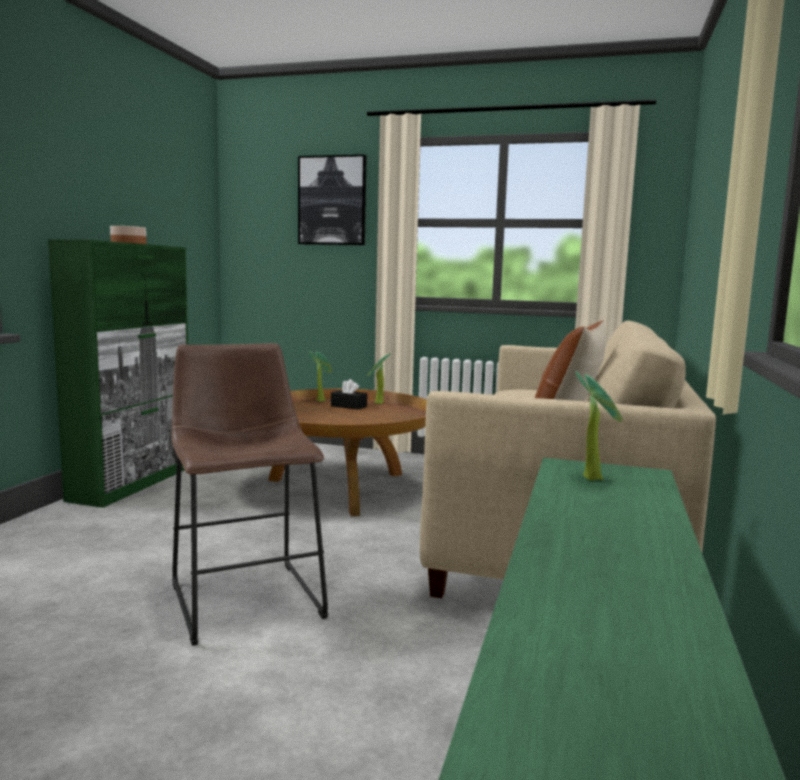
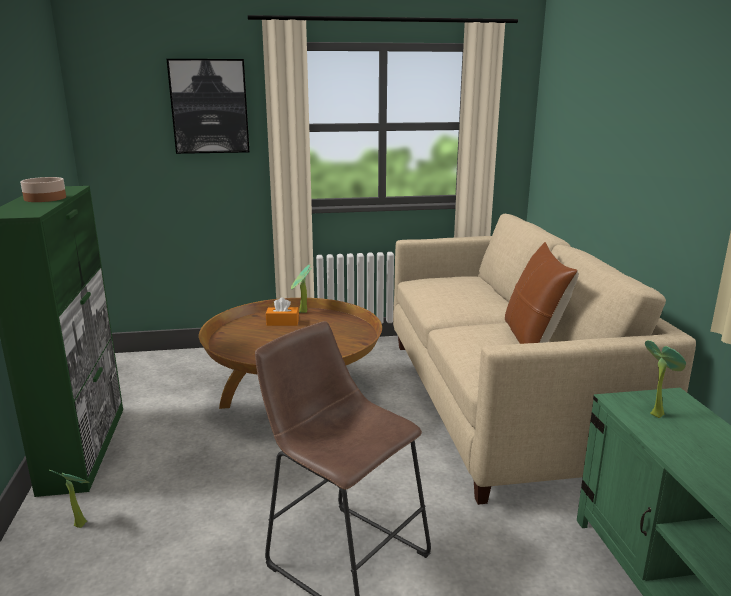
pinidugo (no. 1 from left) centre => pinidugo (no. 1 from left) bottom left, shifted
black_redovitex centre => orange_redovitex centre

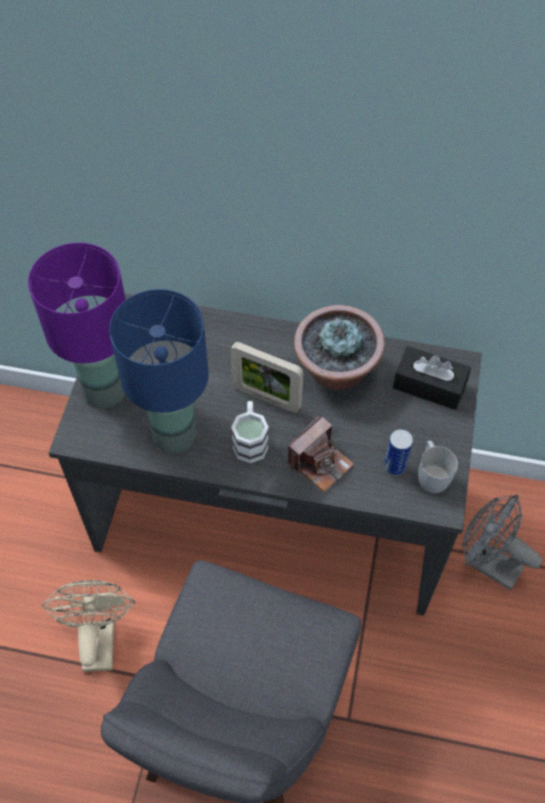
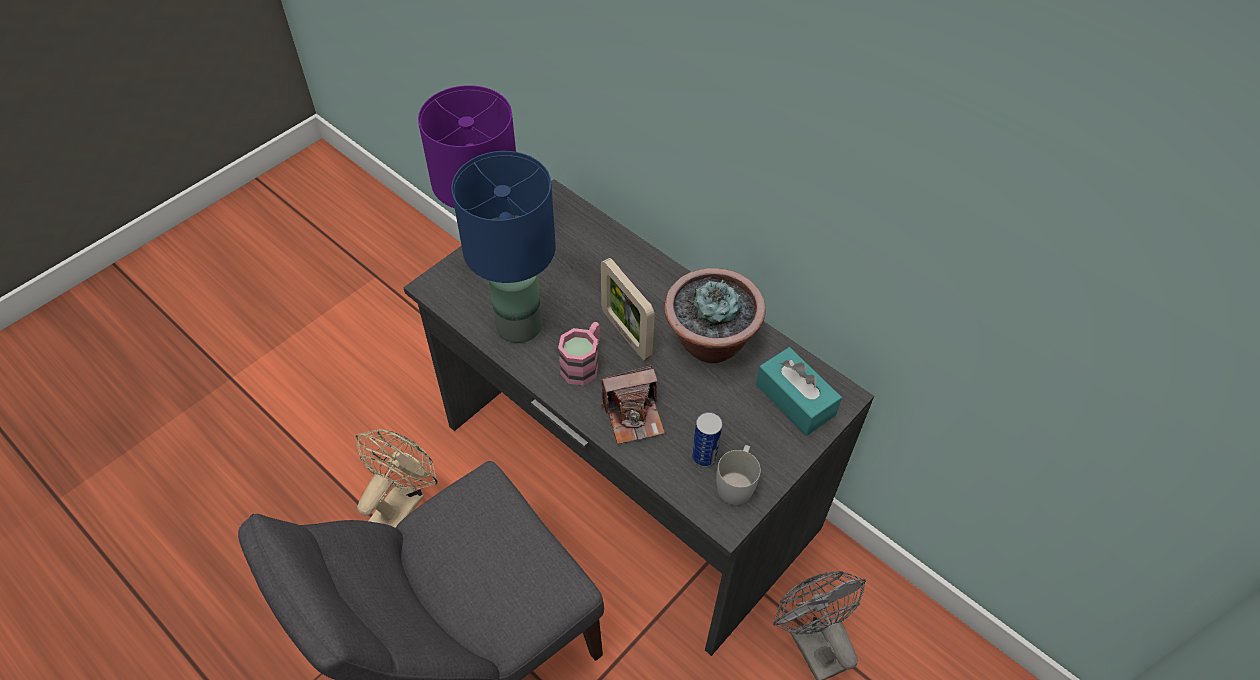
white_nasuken (no. 1 from left) centre => pink_nasuken centre
black_redovitex middle right => turquoise_redovitex centre

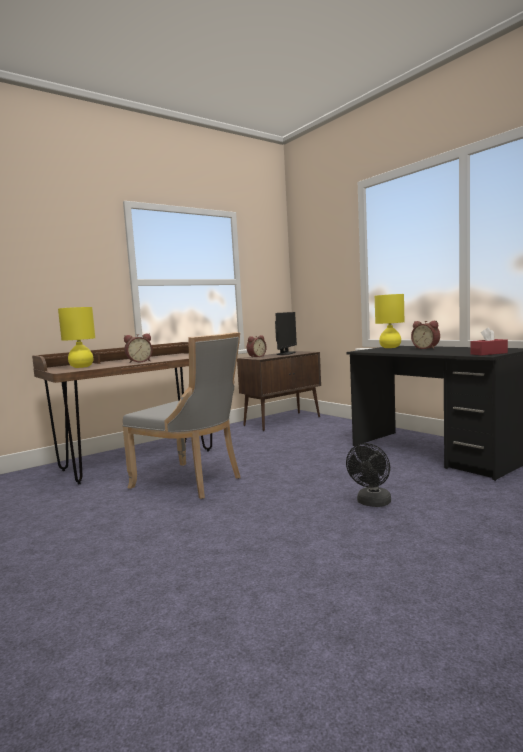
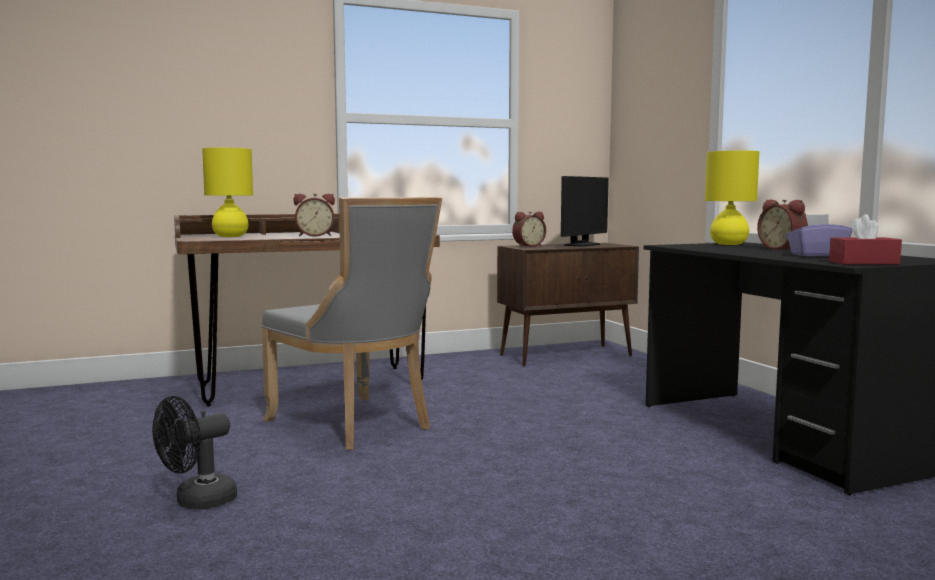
nothing => purple_redovitex middle right
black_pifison middle right => black_pifison bottom left, shifted

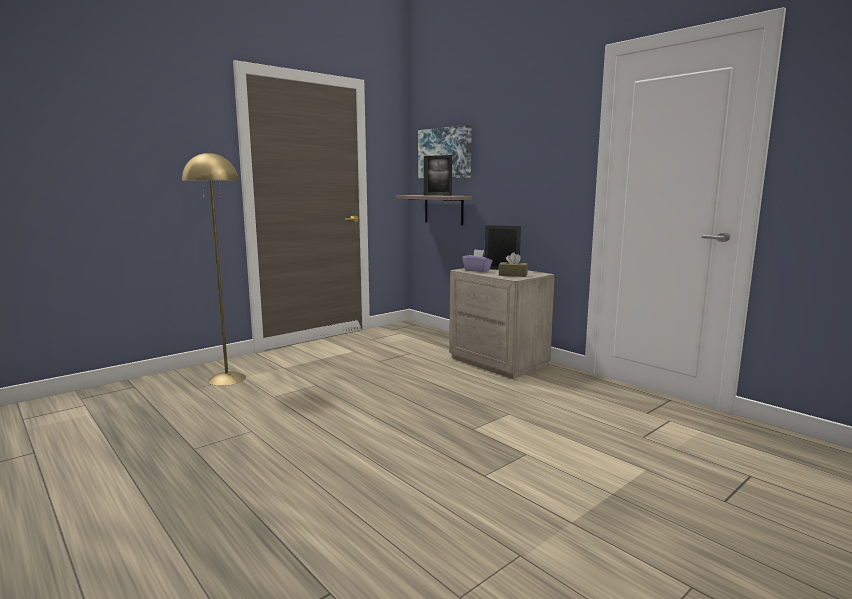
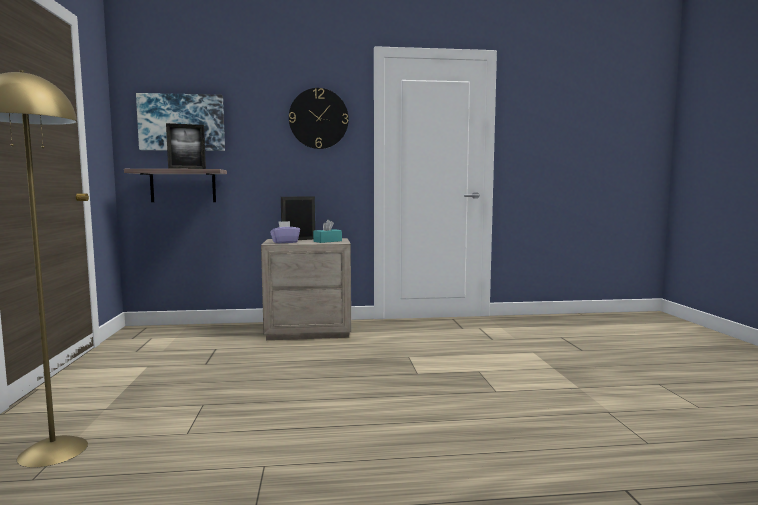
nothing => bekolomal top centre
brown_redovitex centre => turquoise_redovitex centre

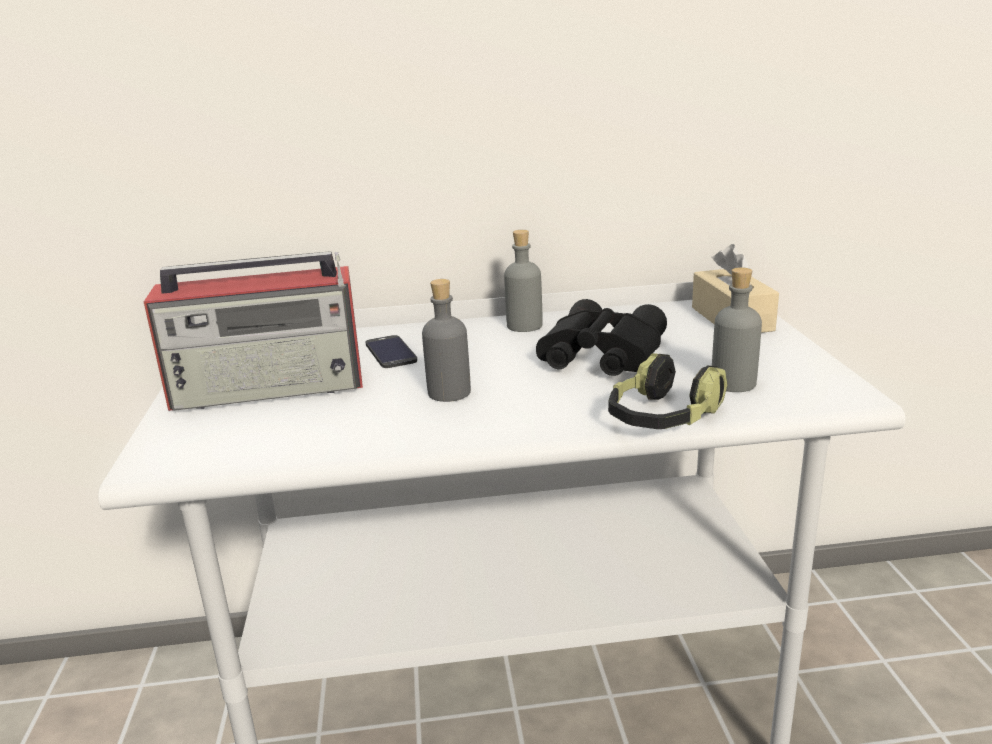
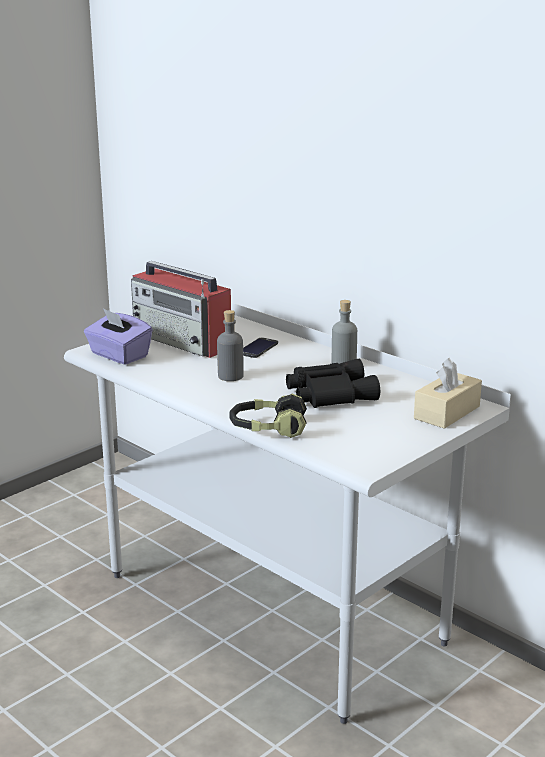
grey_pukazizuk (no. 3 from left) middle right => nothing
nothing => purple_redovitex middle left

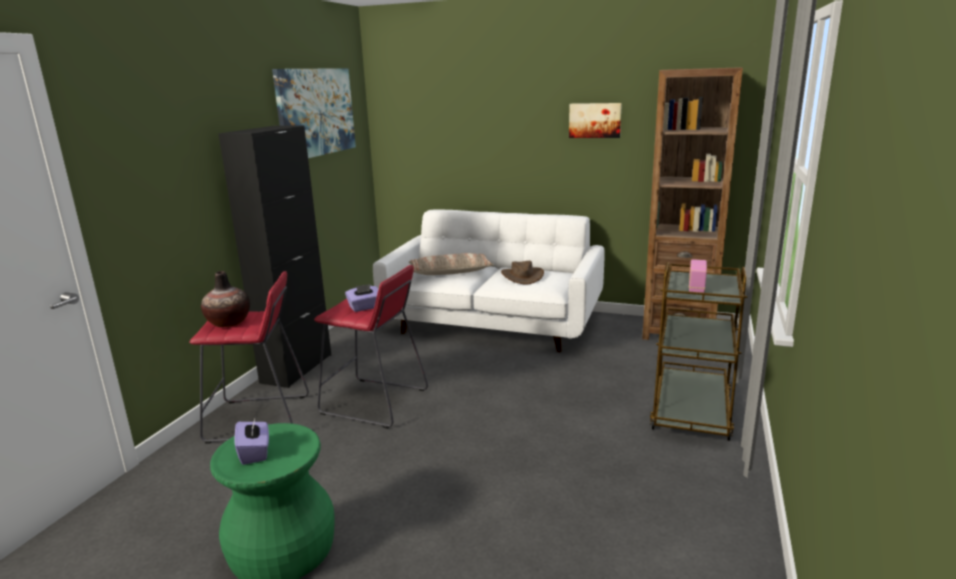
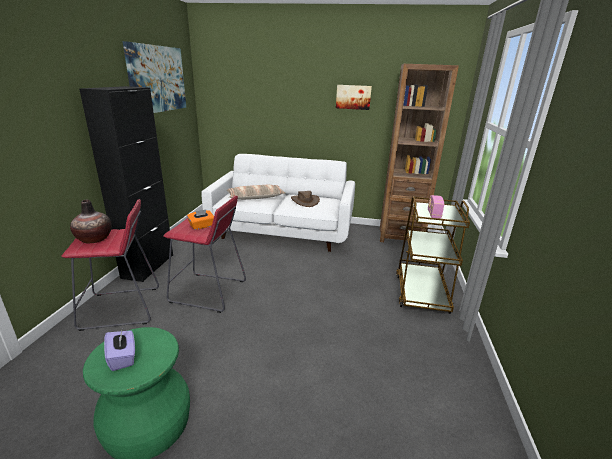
purple_redovitex (no. 2 from left) centre => orange_redovitex middle left

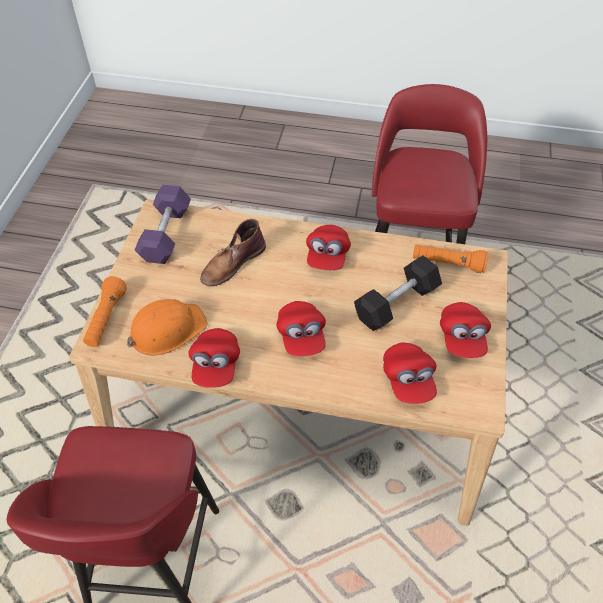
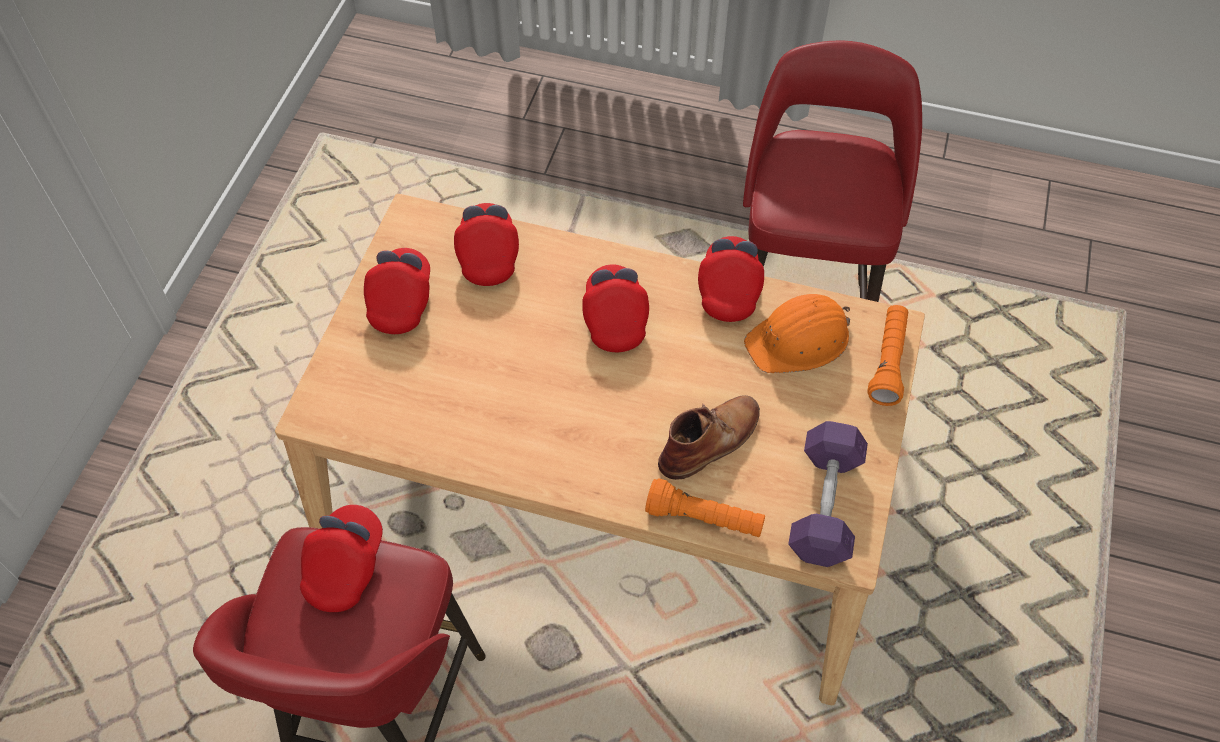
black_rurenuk centre => nothing
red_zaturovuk (no. 3 from left in the first image) centre => red_zaturovuk (no. 1 from left) bottom left, shifted
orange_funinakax (no. 2 from left in the first image) middle right => orange_funinakax (no. 1 from left) bottom centre, shifted

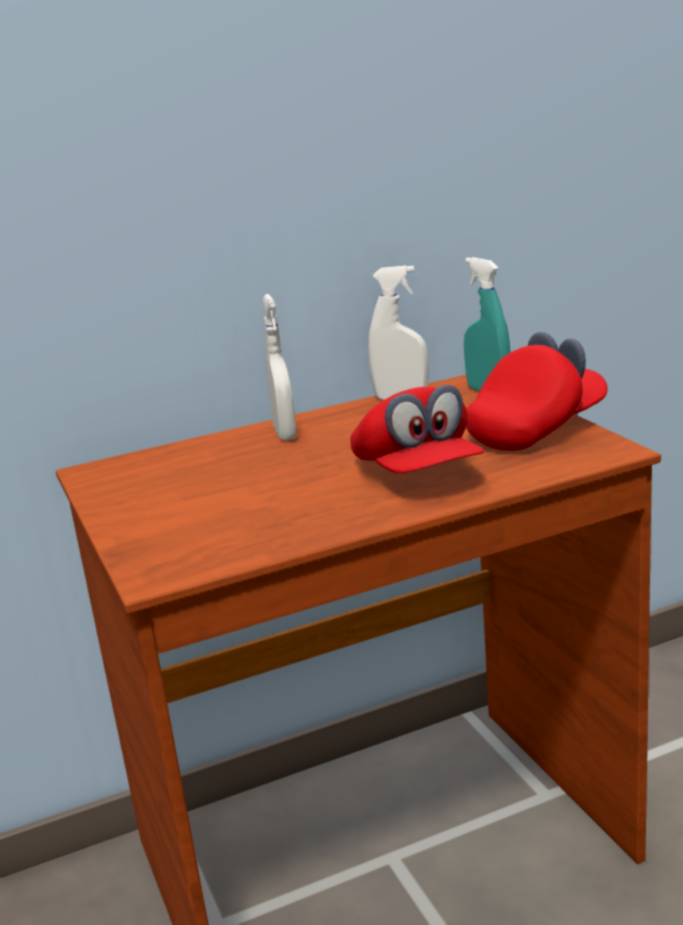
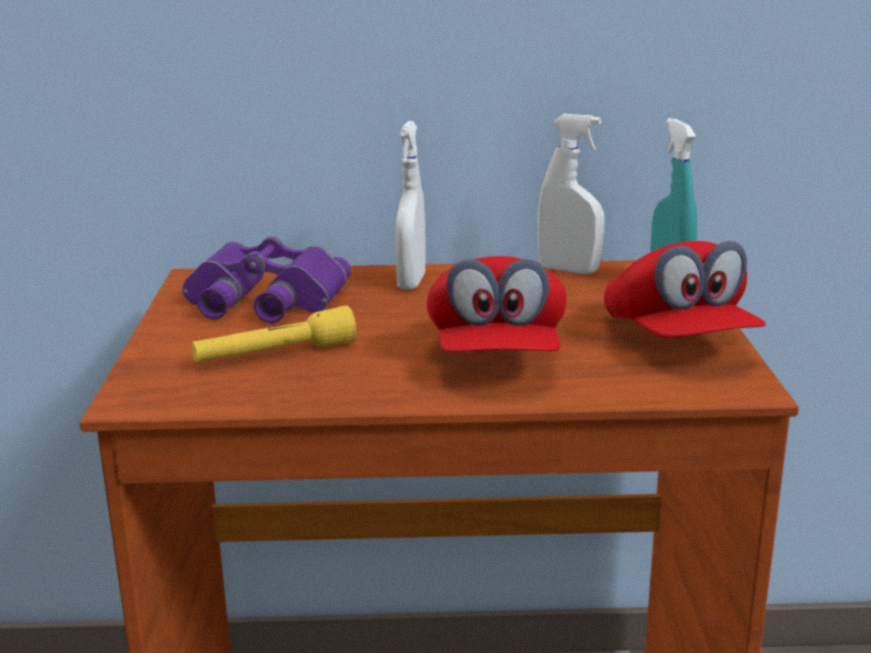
nothing => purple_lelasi middle left
nothing => yellow_funinakax middle left
red_zaturovuk (no. 2 from left) middle right, 90 degrees clockwise

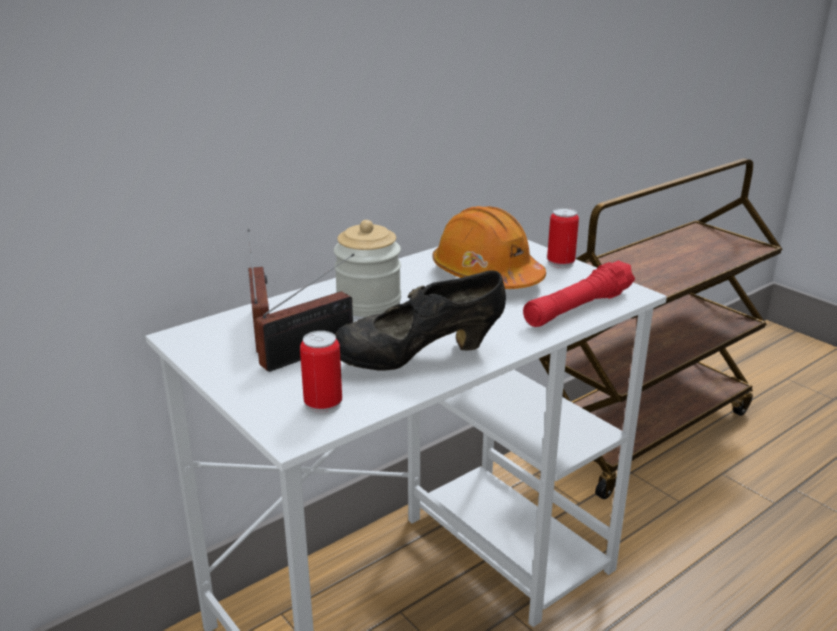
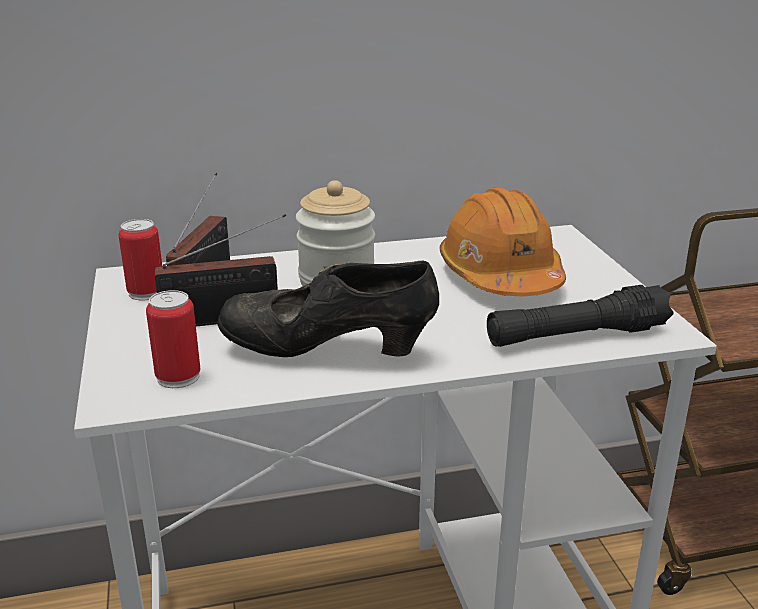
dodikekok (no. 2 from left in the first image) middle right => dodikekok (no. 1 from left) middle left, shifted
red_funinakax middle right => black_funinakax middle right

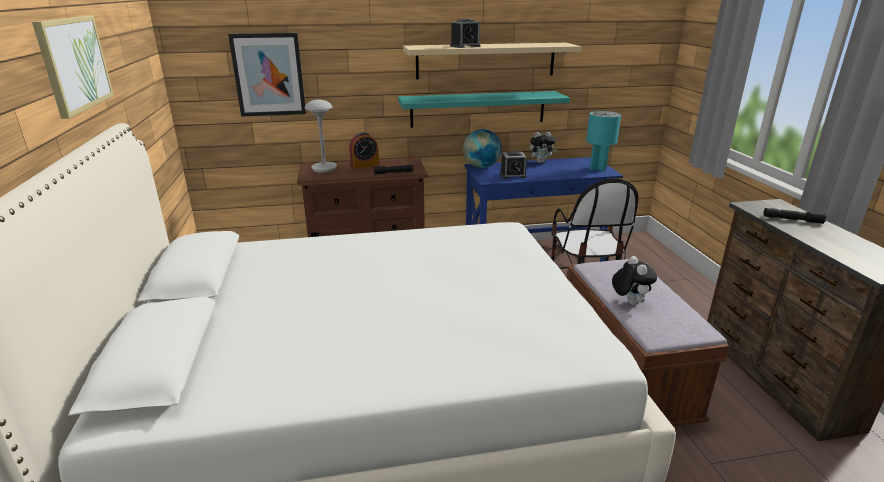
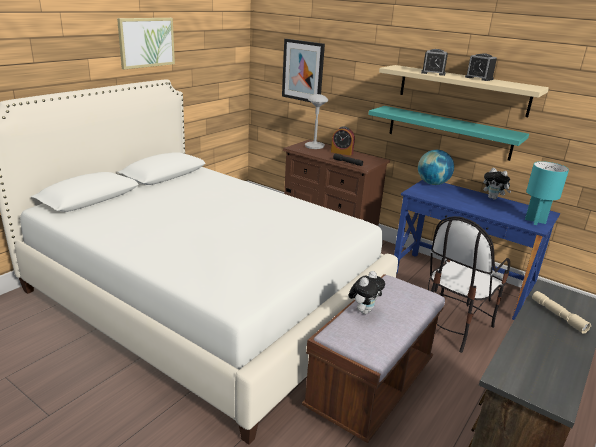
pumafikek (no. 3 from left) centre => pumafikek (no. 3 from left) top right, shifted
black_funinakax (no. 2 from left) middle right => beige_funinakax bottom right

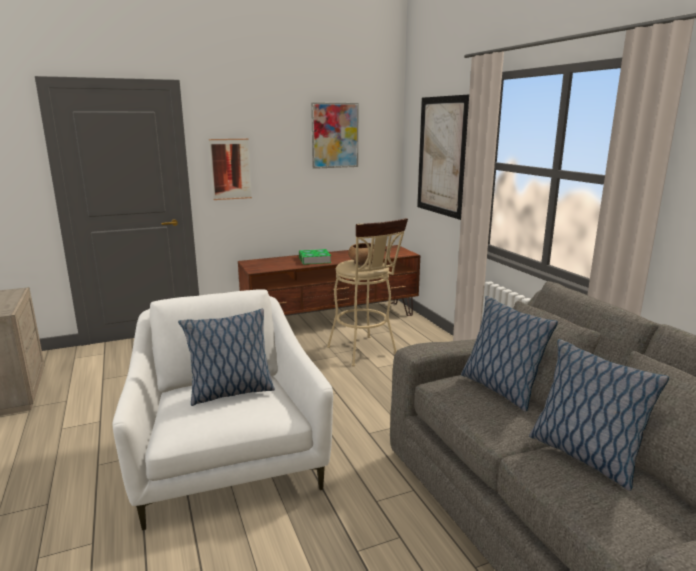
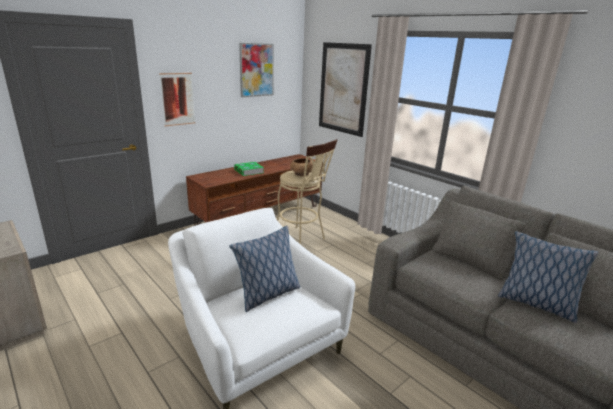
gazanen (no. 2 from left) middle right => nothing

